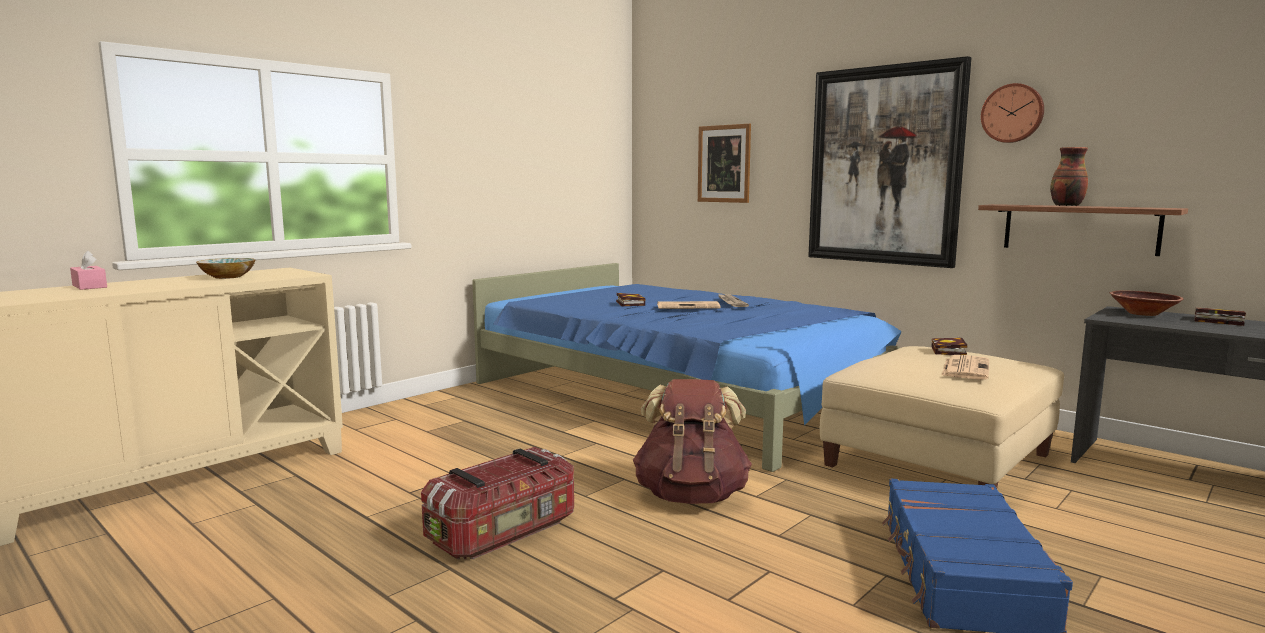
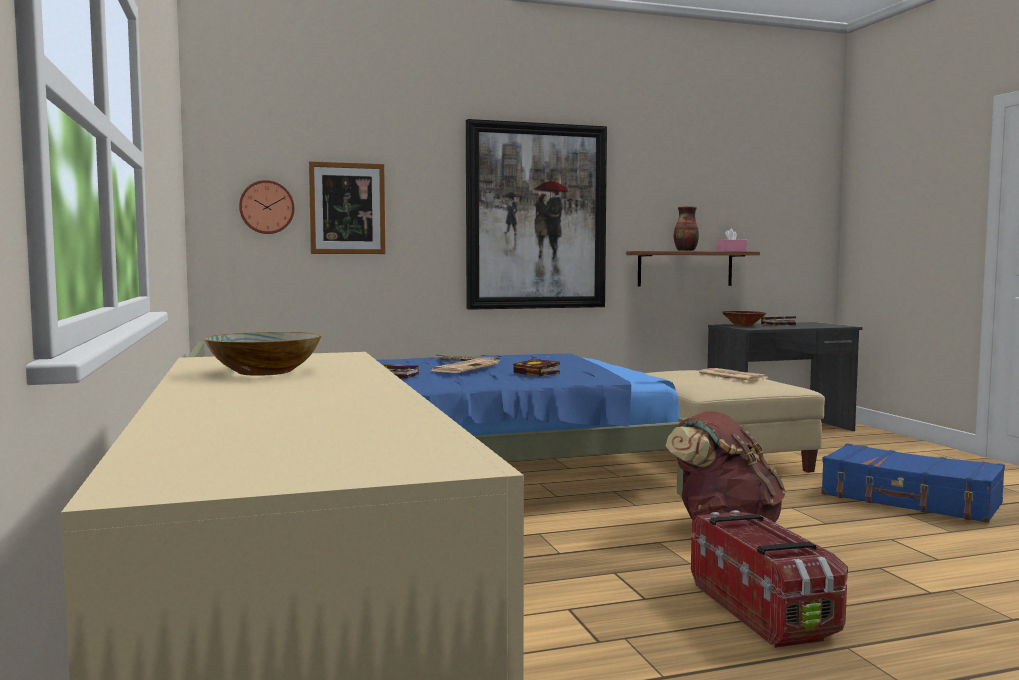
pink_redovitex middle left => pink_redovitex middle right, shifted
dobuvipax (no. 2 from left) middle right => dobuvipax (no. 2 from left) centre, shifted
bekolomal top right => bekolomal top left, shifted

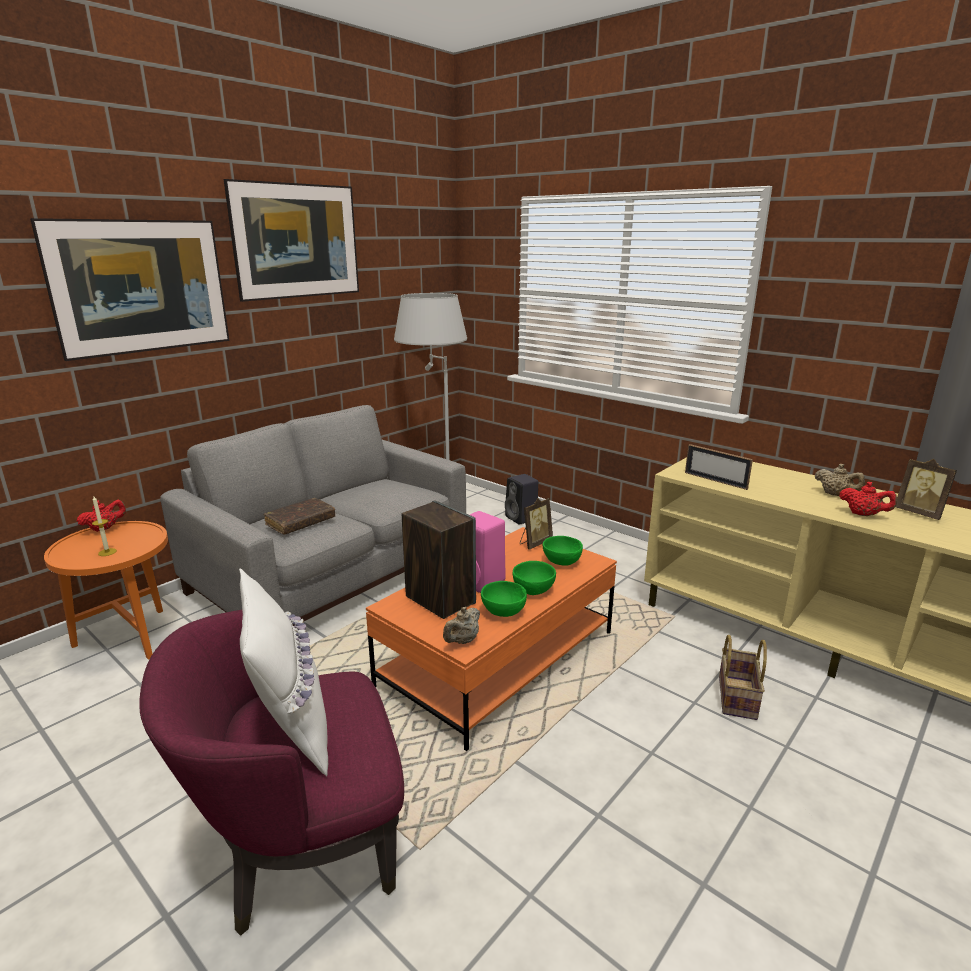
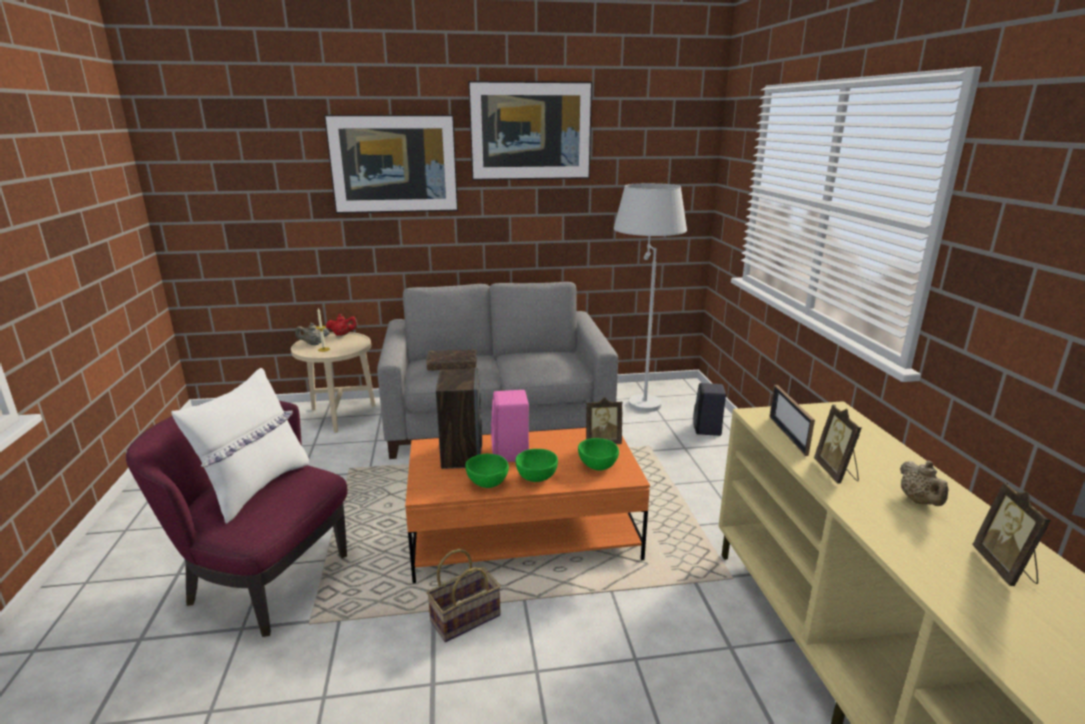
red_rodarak (no. 2 from left) middle right => nothing
nothing => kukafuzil (no. 3 from left) middle right
beige_rodarak (no. 1 from left) centre => beige_rodarak (no. 1 from left) middle left, shifted
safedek bottom right => safedek bottom centre, shifted
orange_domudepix middle left => beige_domudepix middle left

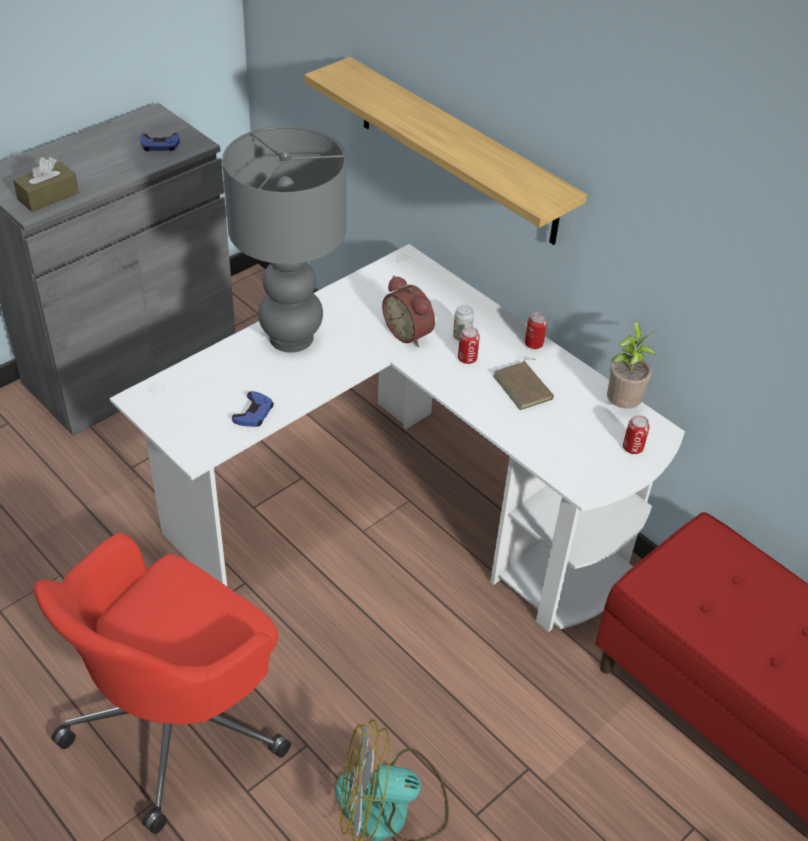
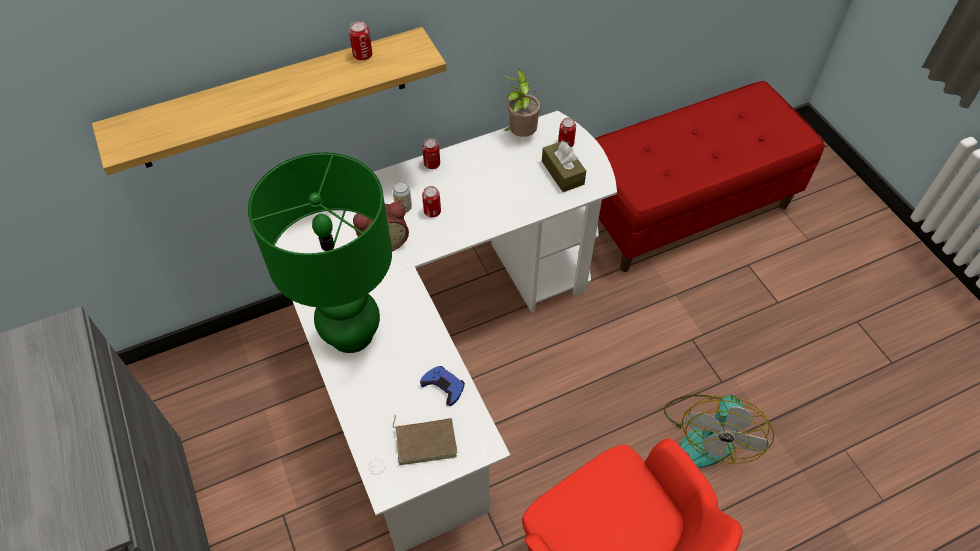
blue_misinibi (no. 1 from left) top left => nothing
nothing => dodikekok (no. 1 from left) top centre
brown_redovitex top left => brown_redovitex top centre, shifted
brown_dobuvipax centre => brown_dobuvipax bottom centre, shifted
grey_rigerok top centre => green_rigerok middle left

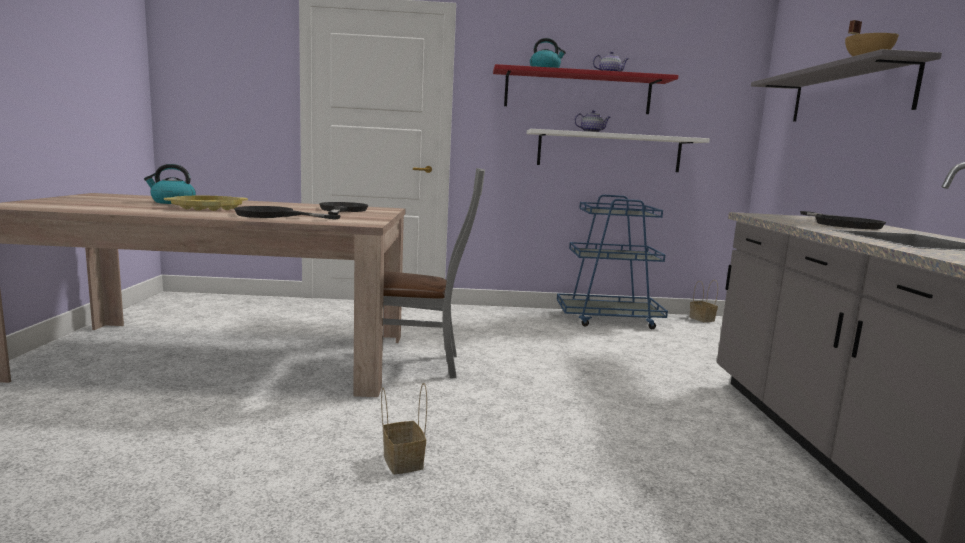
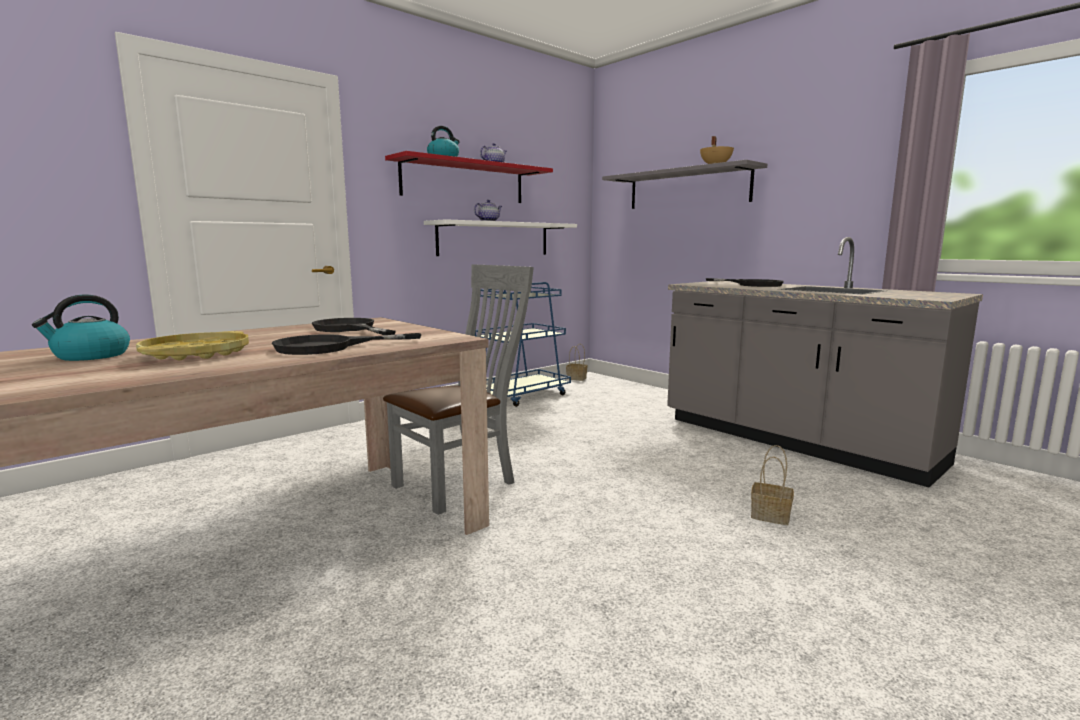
safedek (no. 1 from left in the first image) bottom centre => safedek (no. 2 from left) bottom right, shifted

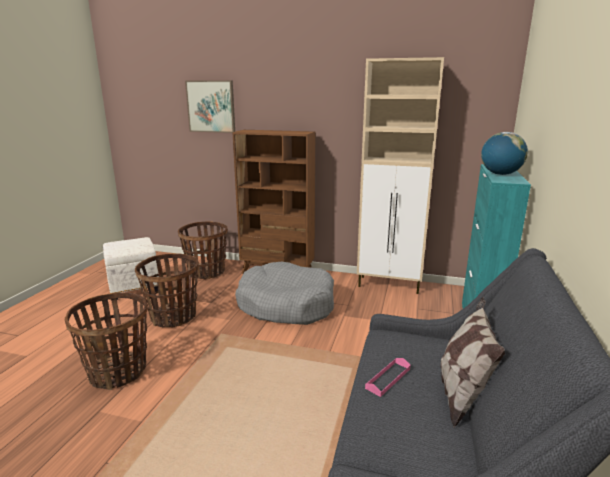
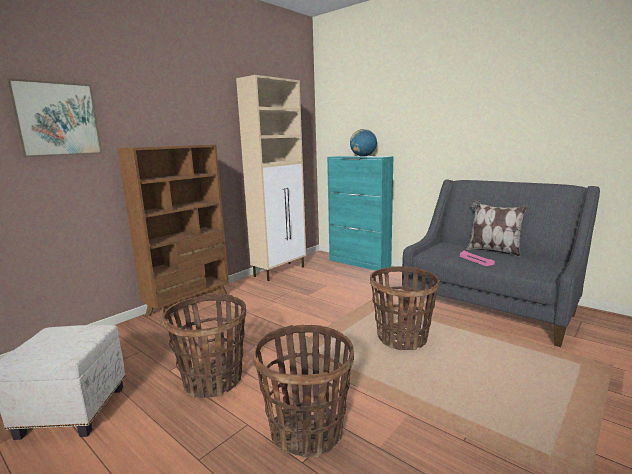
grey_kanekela centre => nothing
safedek (no. 3 from left) middle left => safedek (no. 3 from left) centre, shifted

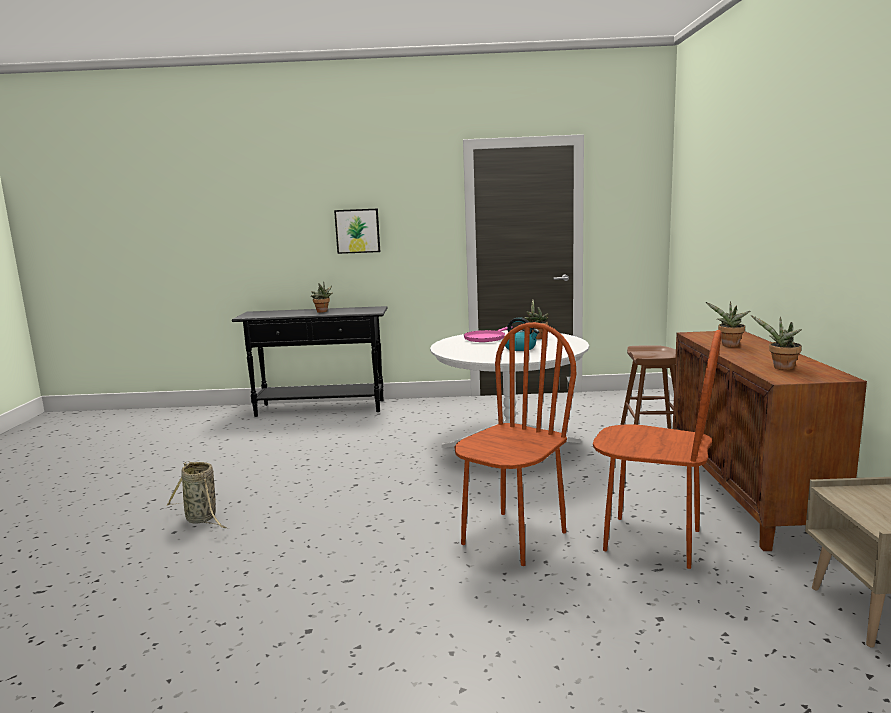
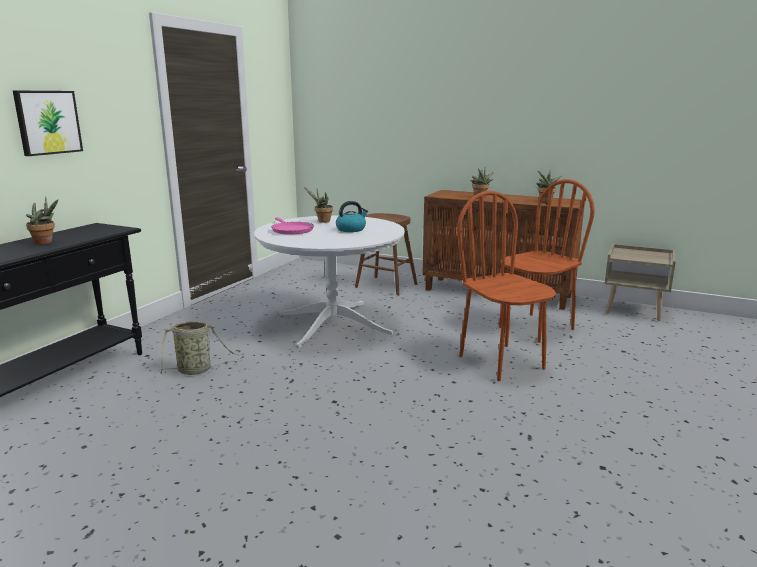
safedek bottom left => safedek middle left, shifted

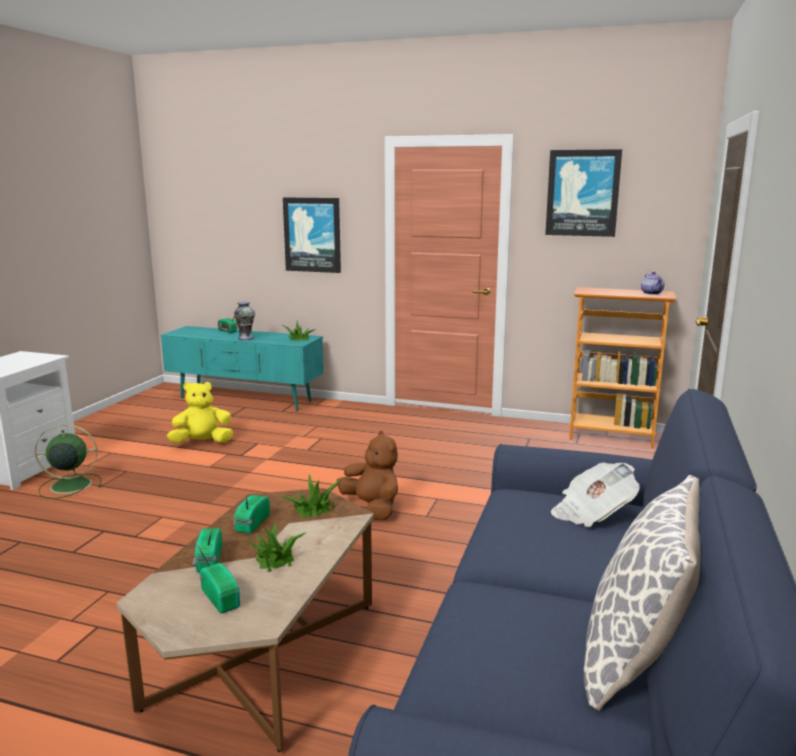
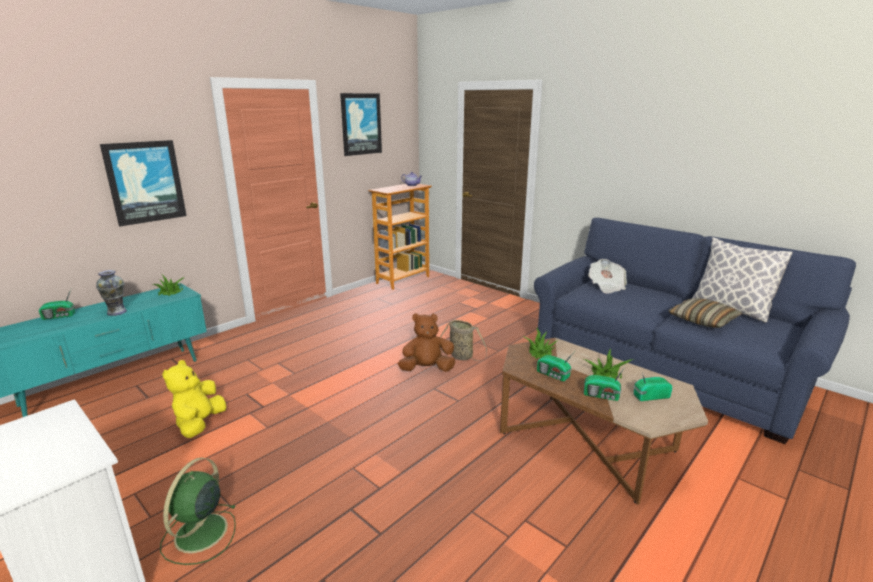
nothing => safedek centre
nothing => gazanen (no. 1 from left) middle right

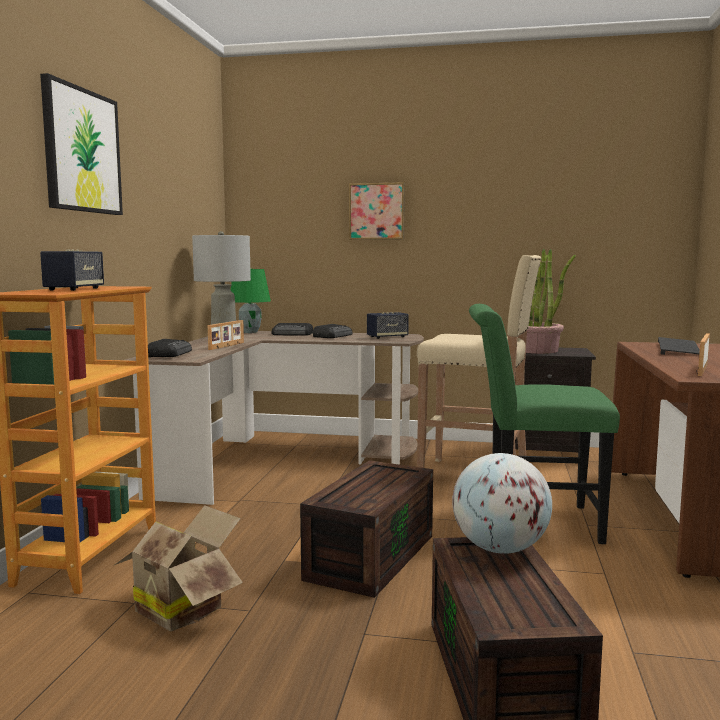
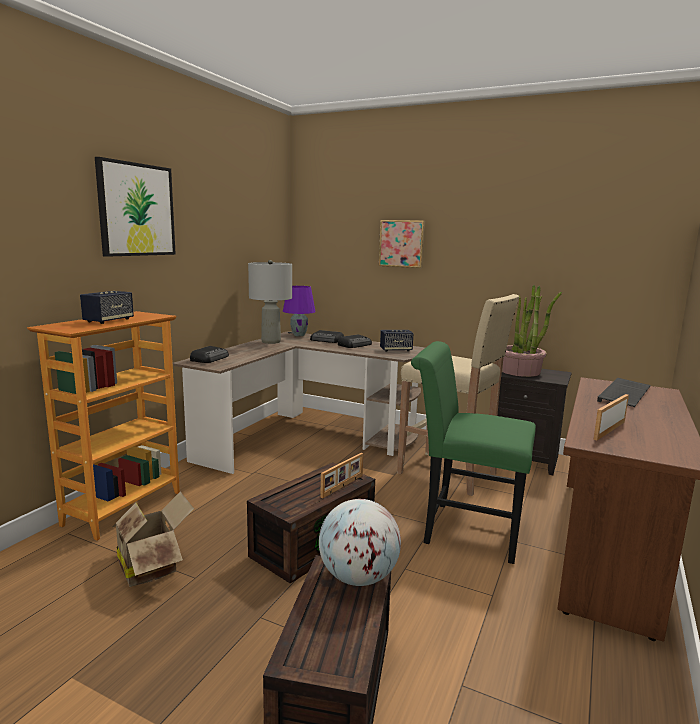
kukafuzil (no. 1 from left) middle left => kukafuzil (no. 1 from left) centre, shifted
green_rigerok centre => purple_rigerok centre

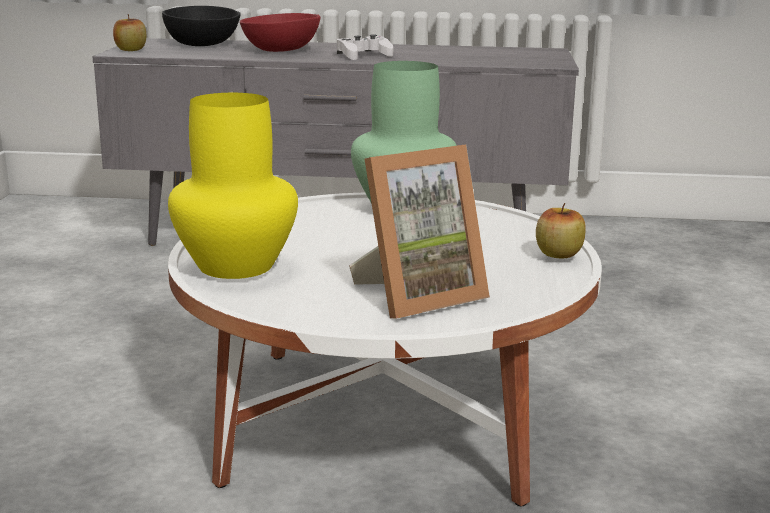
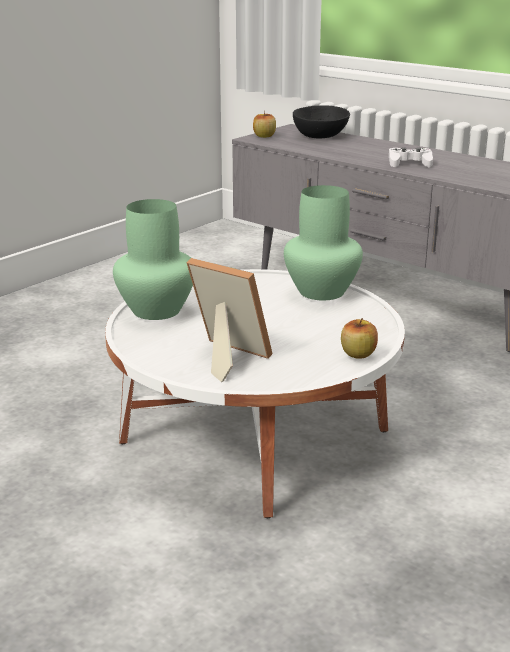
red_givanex top centre => nothing
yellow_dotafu middle left => green_dotafu (no. 1 from left) middle left
kukafuzil centre, 150 degrees counterclockwise

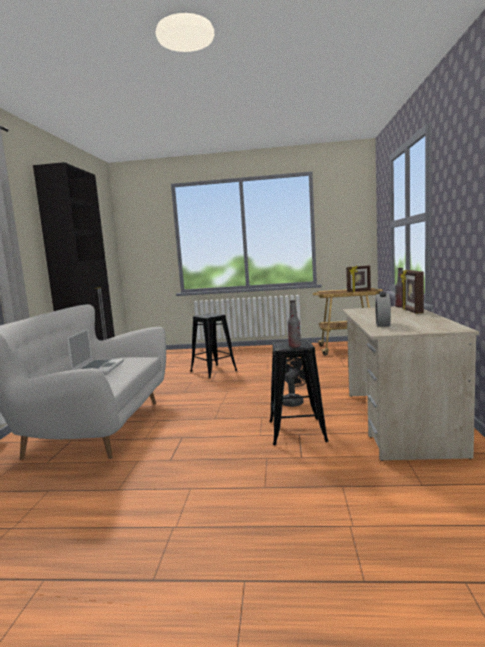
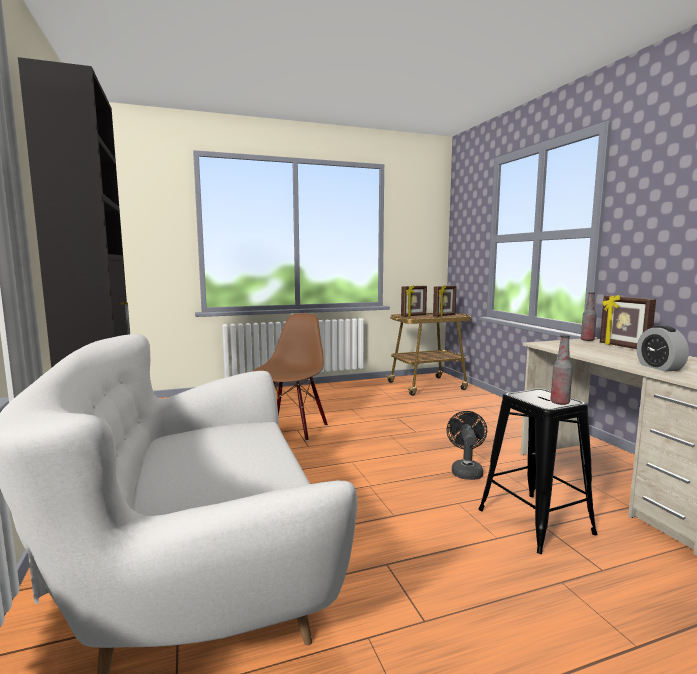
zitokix middle left => nothing
nothing => kukafuzil (no. 1 from left) centre
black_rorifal (no. 1 from left) centre => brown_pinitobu centre

